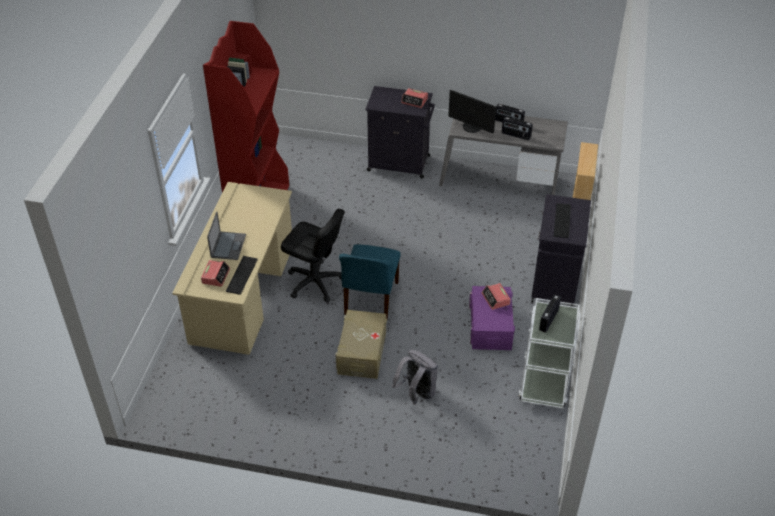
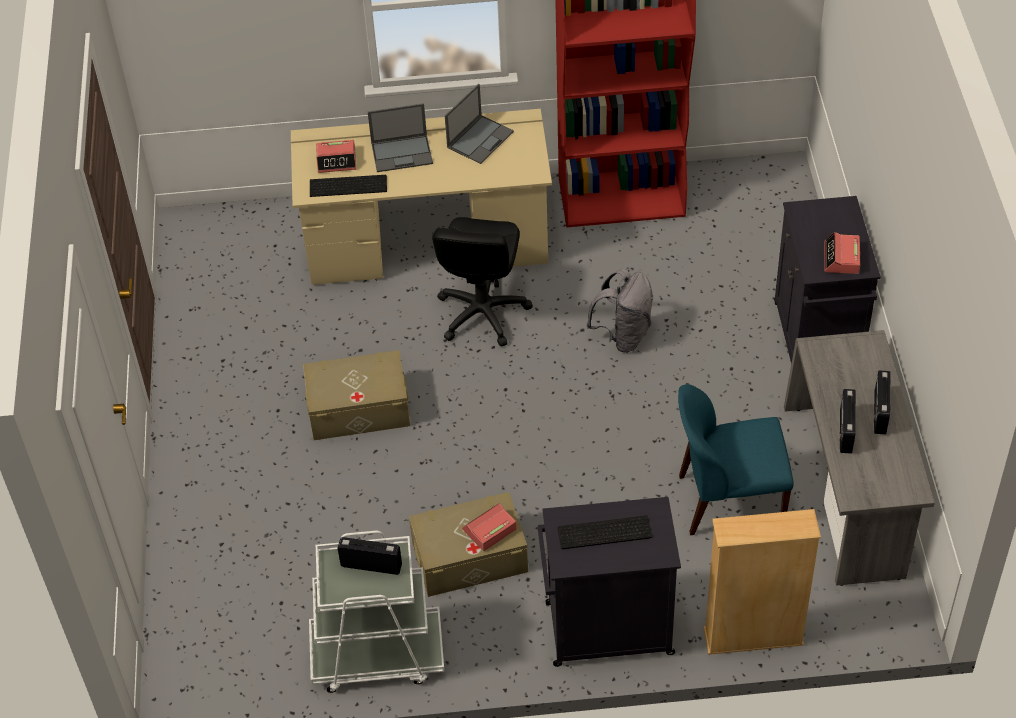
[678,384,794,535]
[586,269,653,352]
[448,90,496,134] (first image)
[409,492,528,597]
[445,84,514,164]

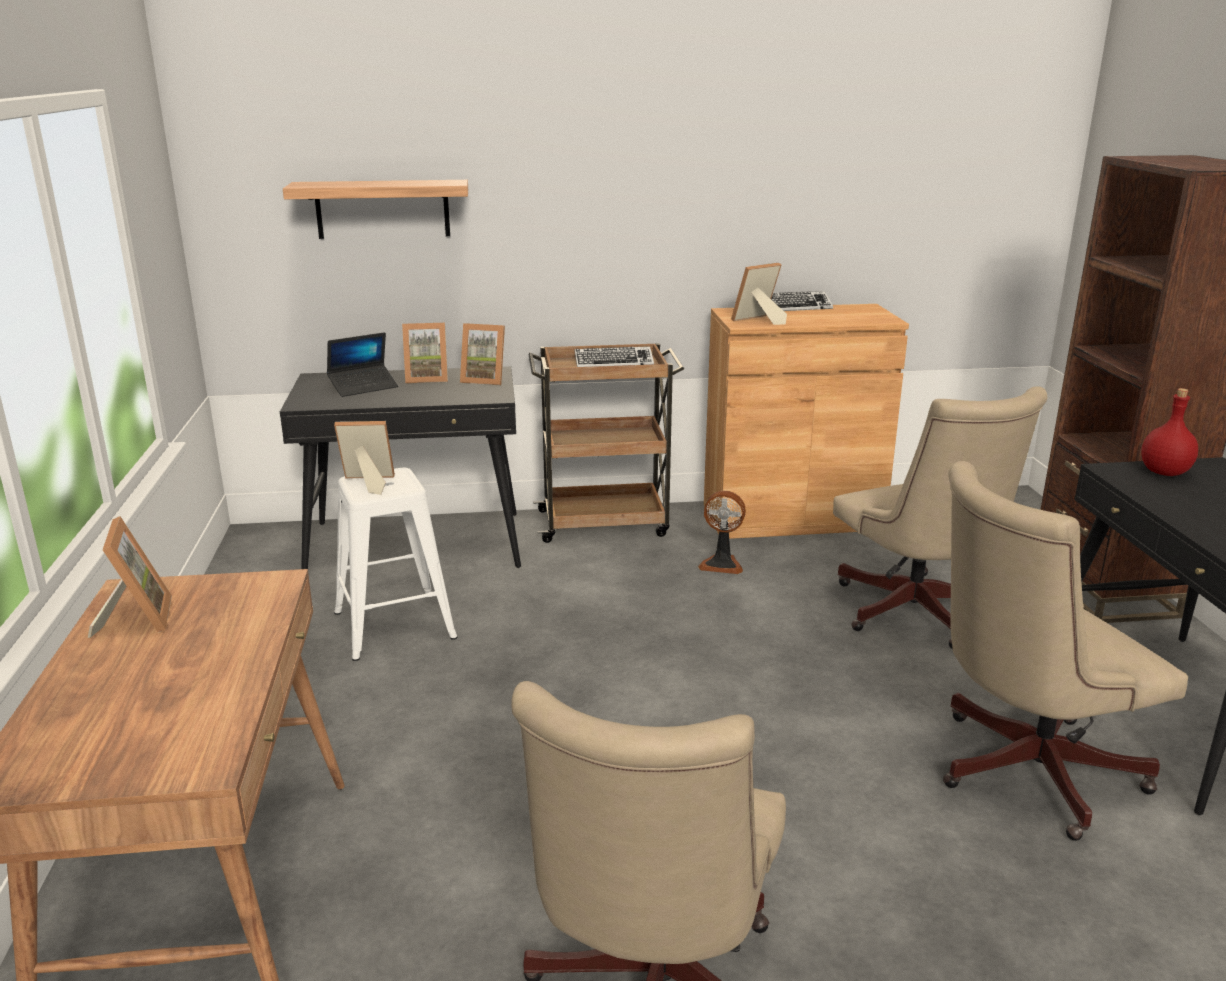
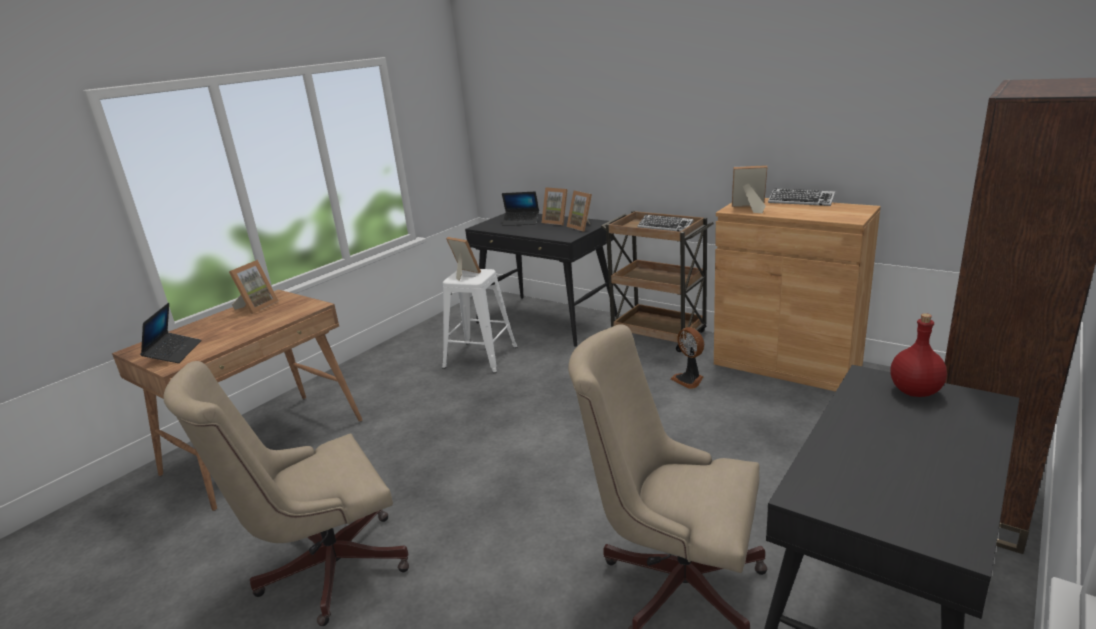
[283,180,468,239] (first image)
[833,386,1048,649] (first image)
[140,303,201,363]

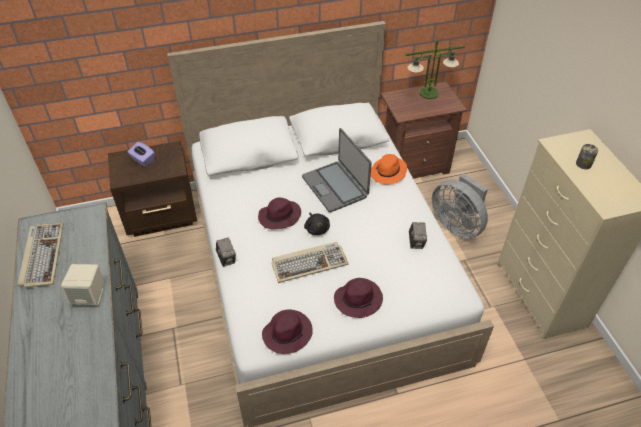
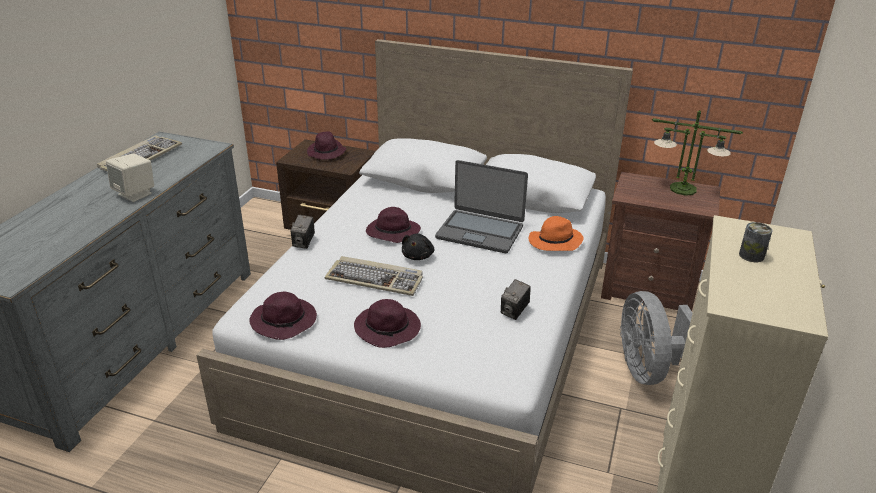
[307,131,346,160]
[435,160,528,253]

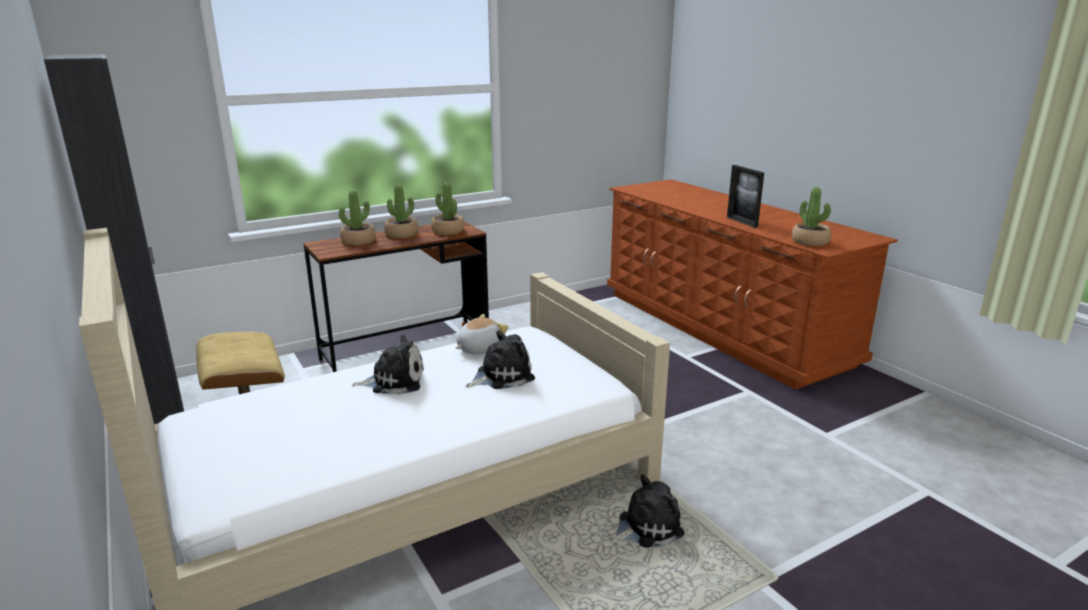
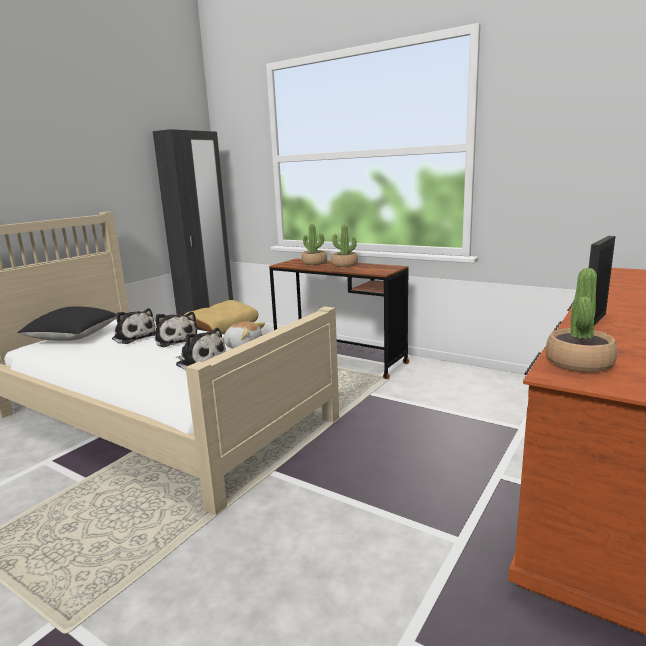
[431,182,464,235] (first image)
[112,308,155,344]
[17,307,116,341]

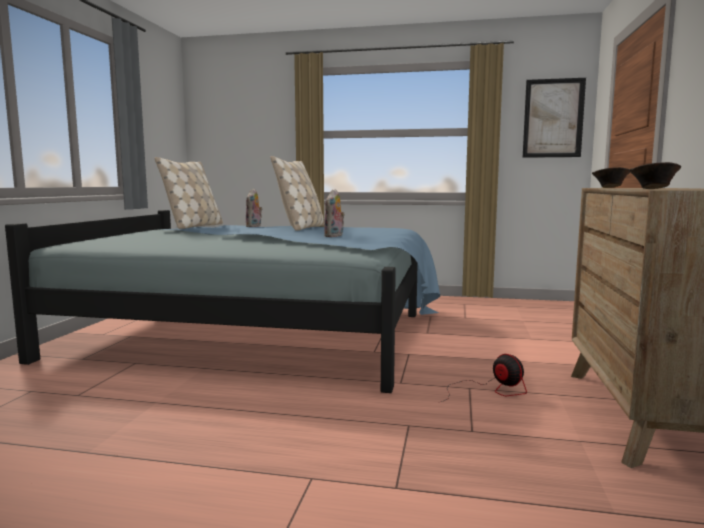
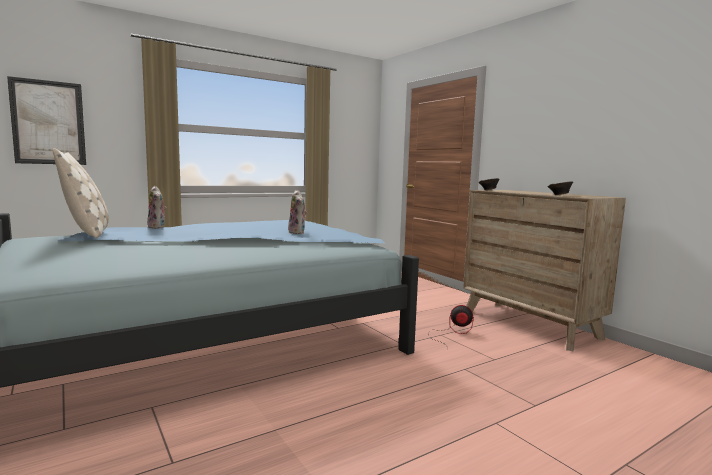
[270,156,324,231] (first image)
[7,76,86,165]

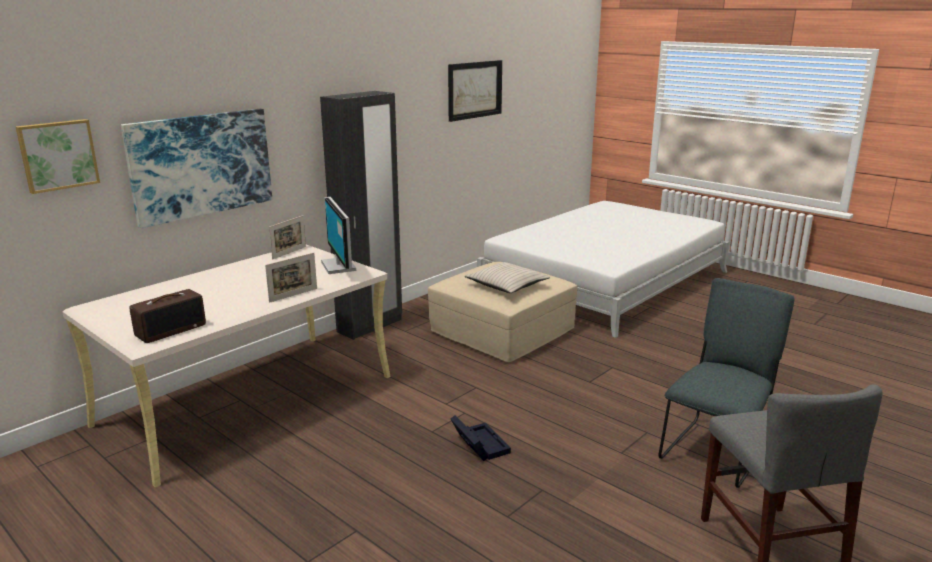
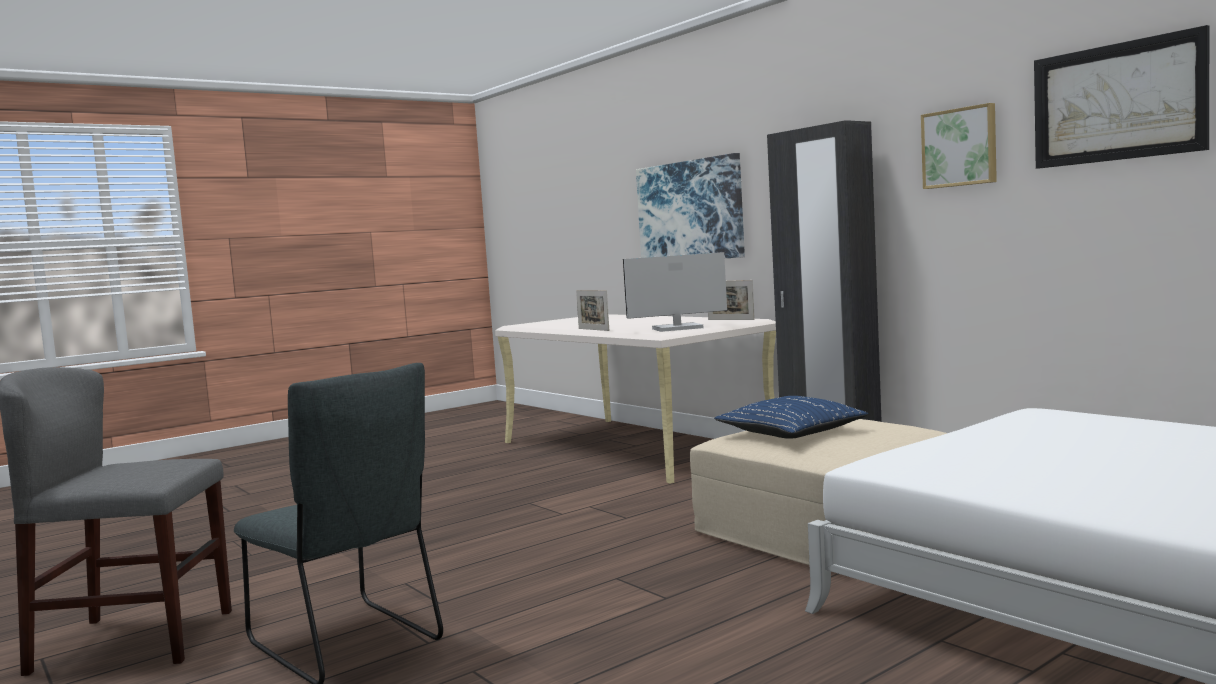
[921,103,997,189]
[129,289,206,343] (first image)
[451,415,511,461] (first image)
[714,396,868,439]

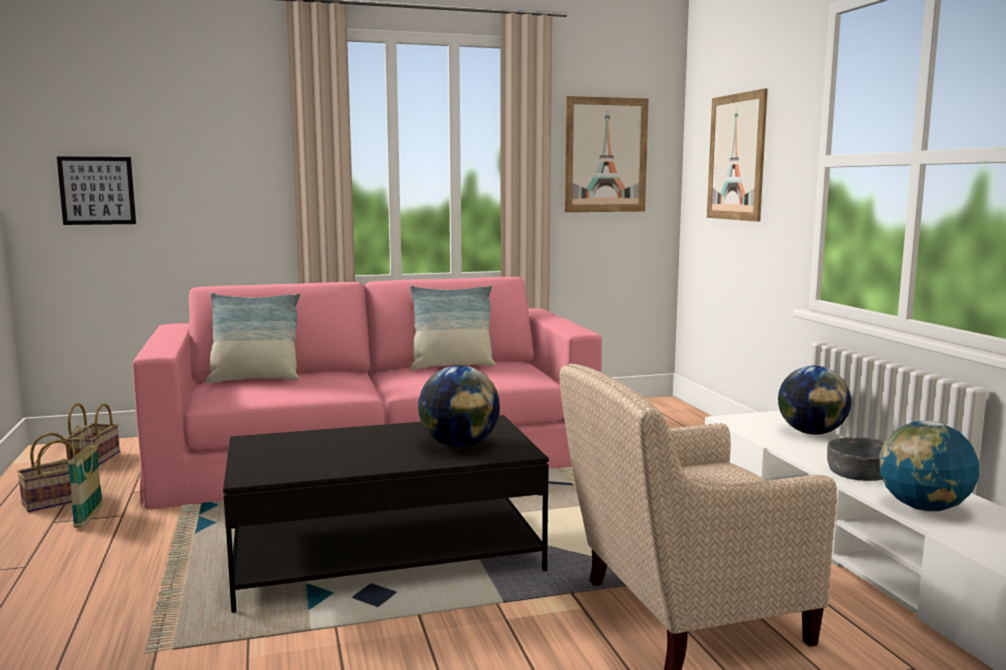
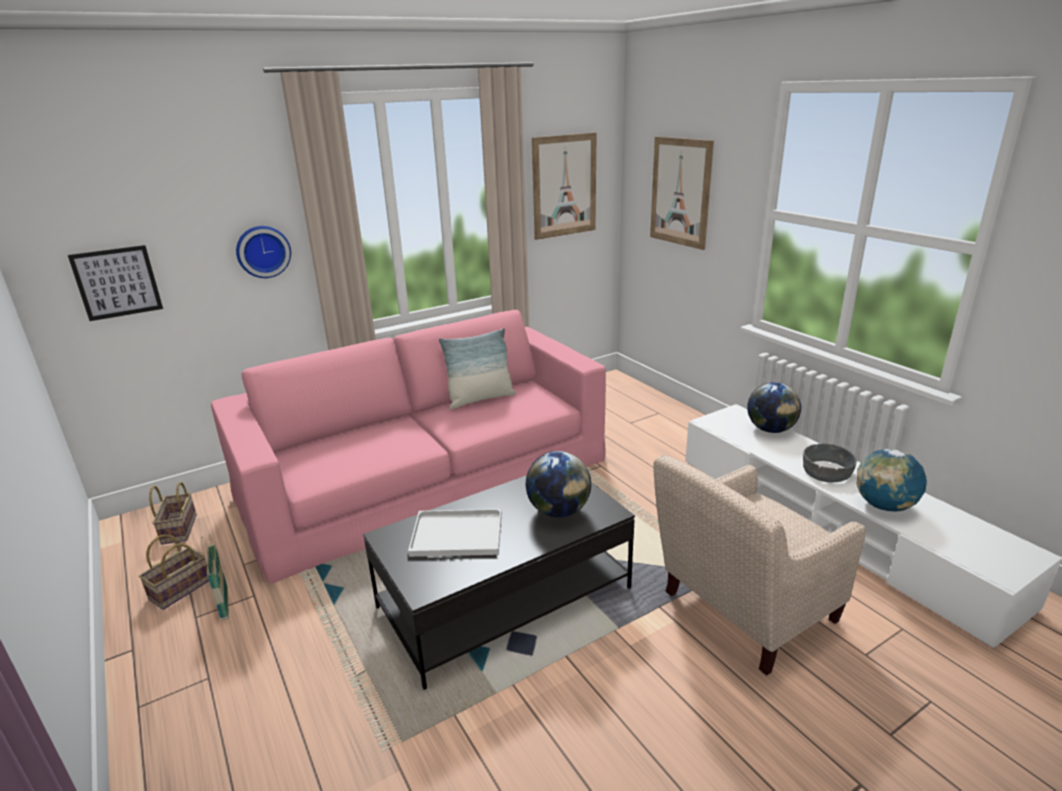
[206,293,300,383] (first image)
[236,226,291,278]
[408,509,502,557]

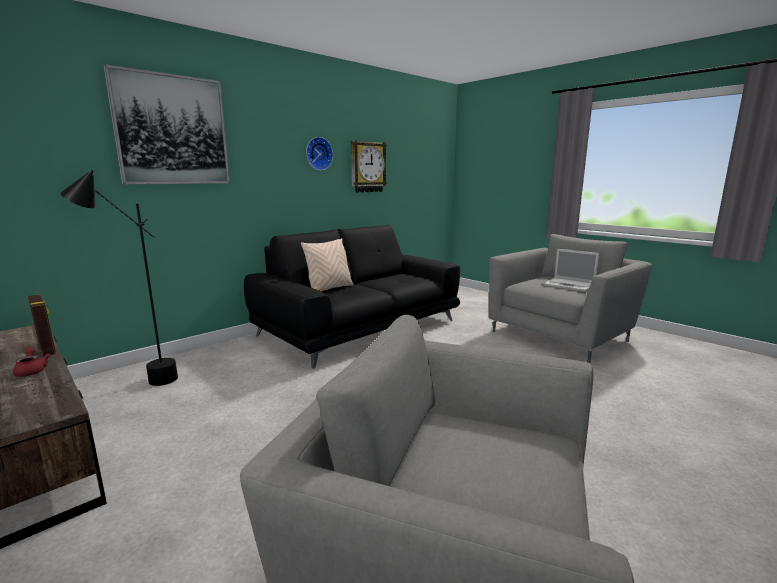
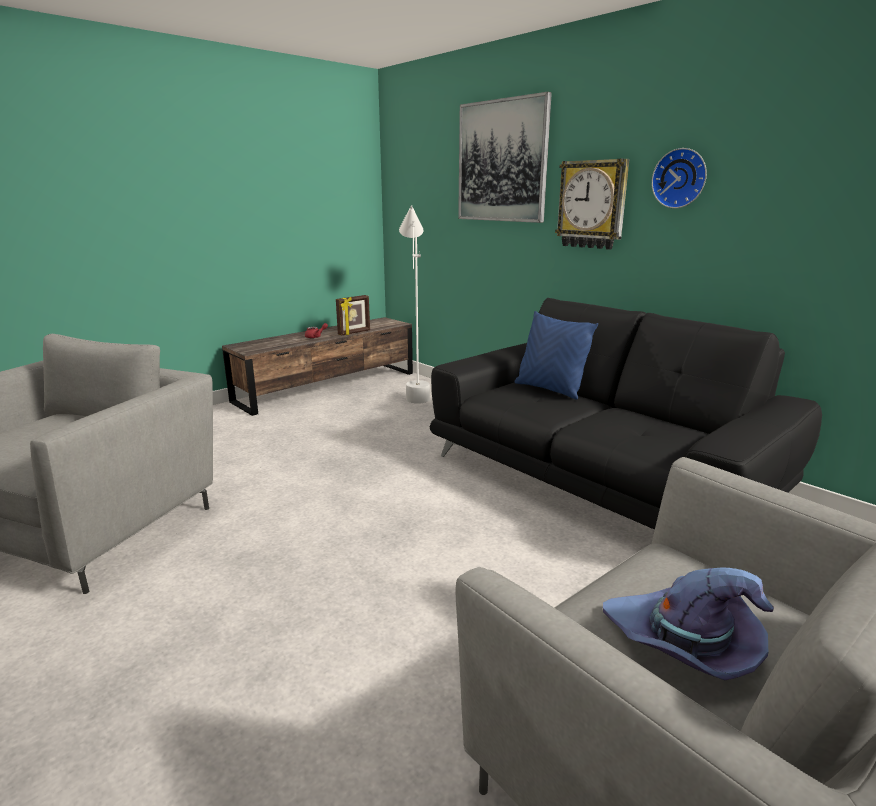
[399,205,430,404]
[515,311,598,400]
[555,159,630,250]
[603,568,774,680]

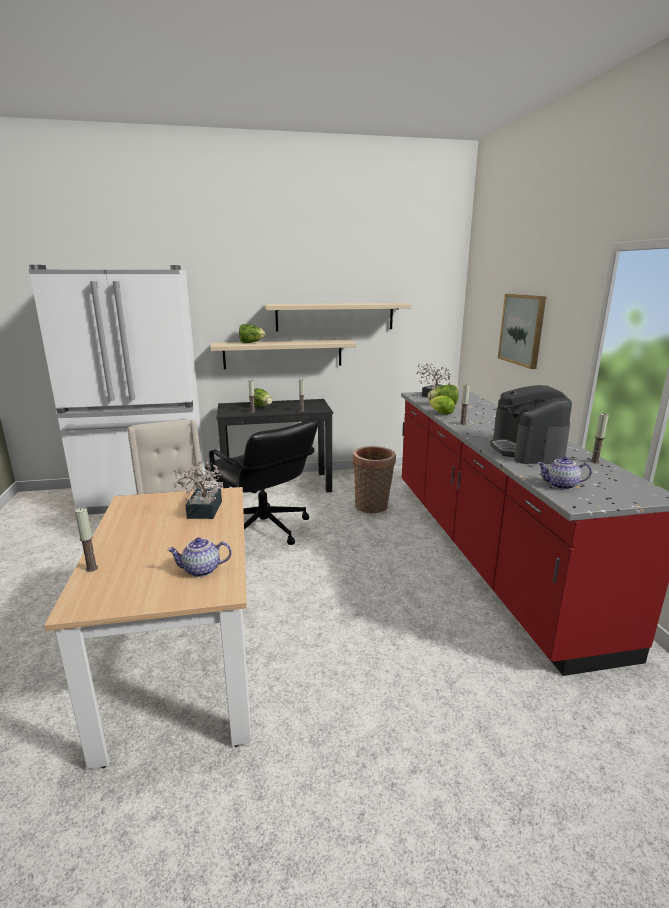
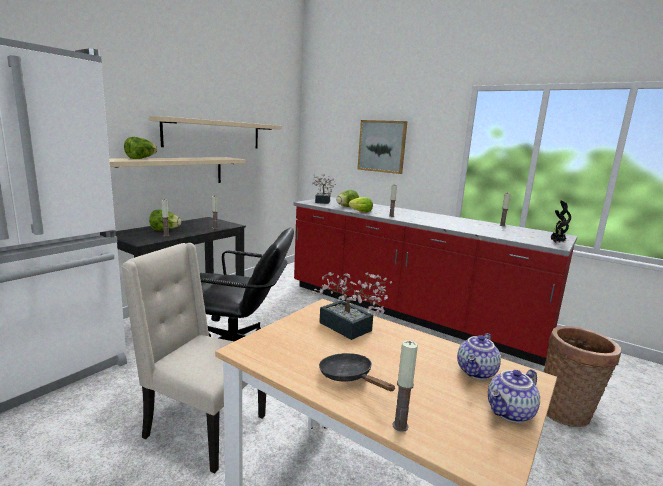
[544,326,622,427]
[490,385,572,464] (first image)
[488,369,540,423]
[319,353,395,391]
[550,201,571,243]

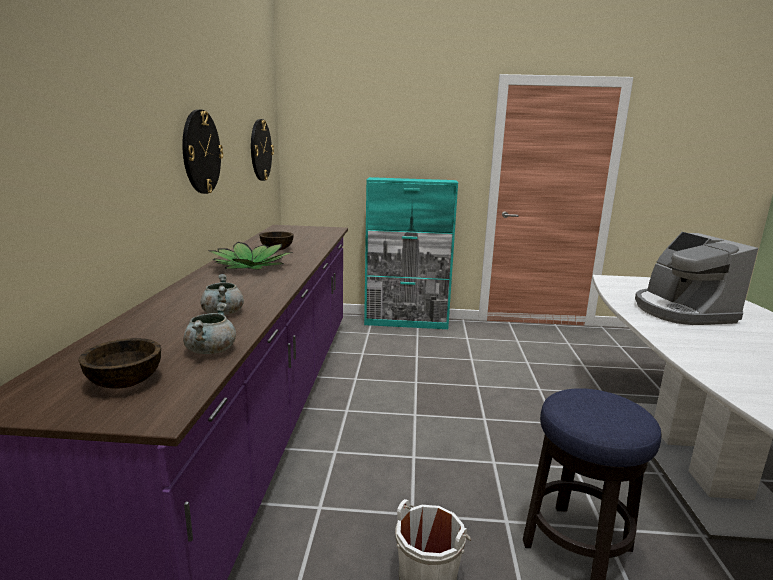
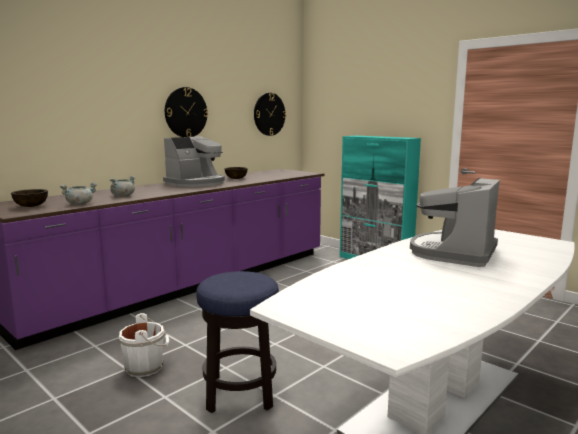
[163,136,225,187]

